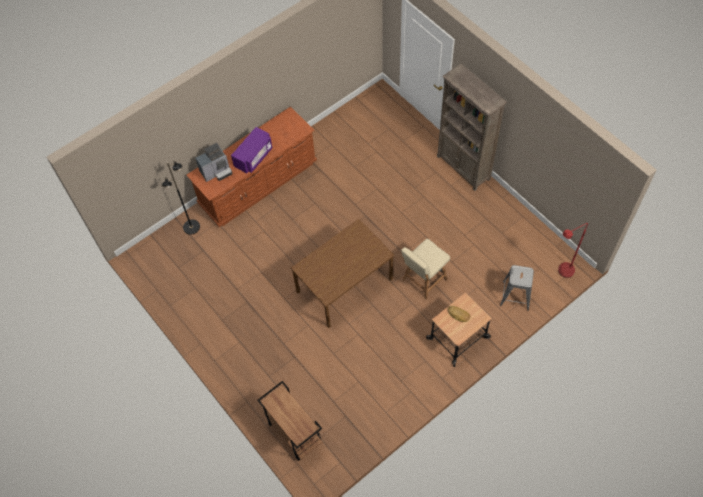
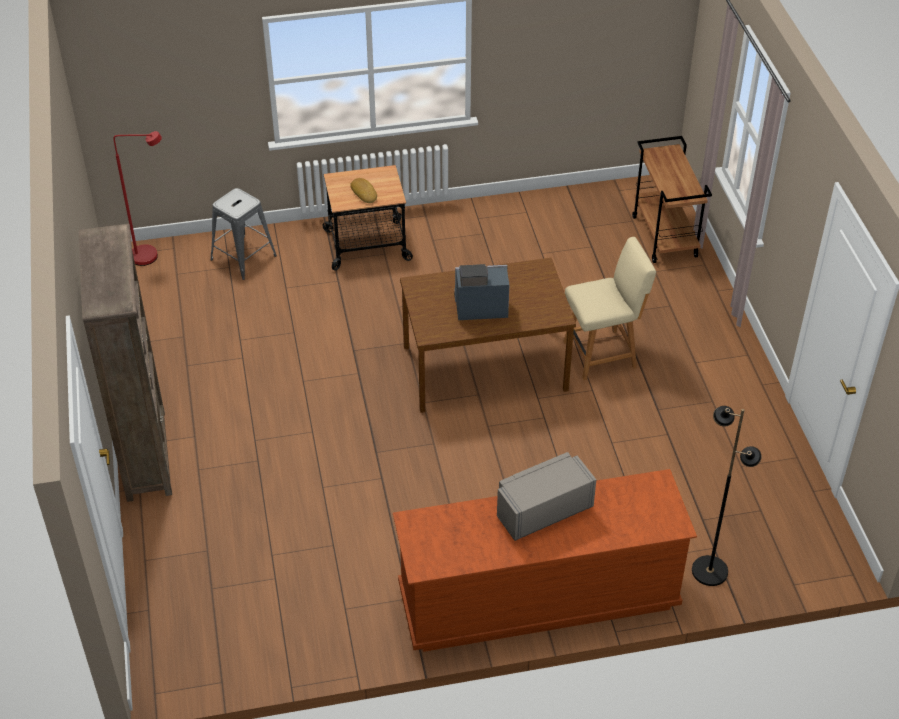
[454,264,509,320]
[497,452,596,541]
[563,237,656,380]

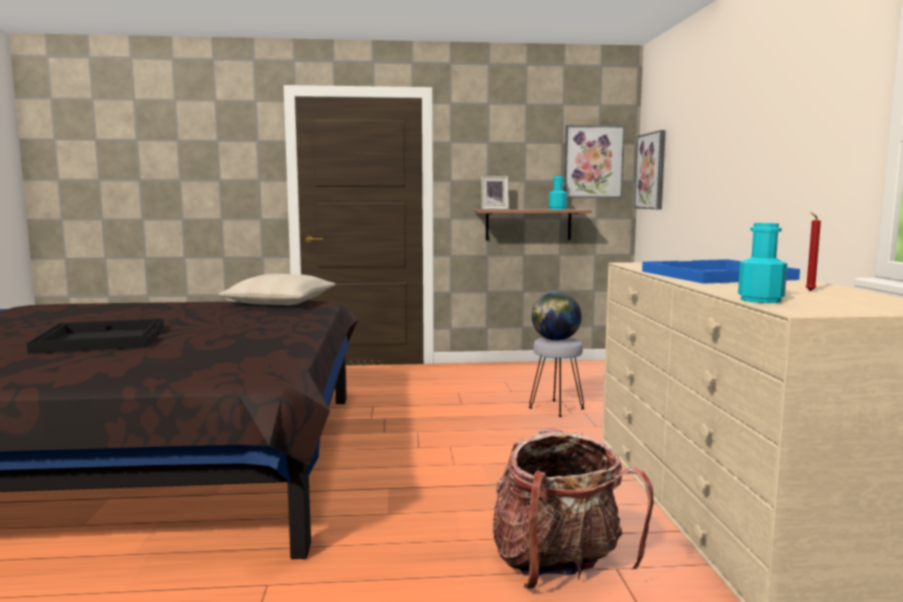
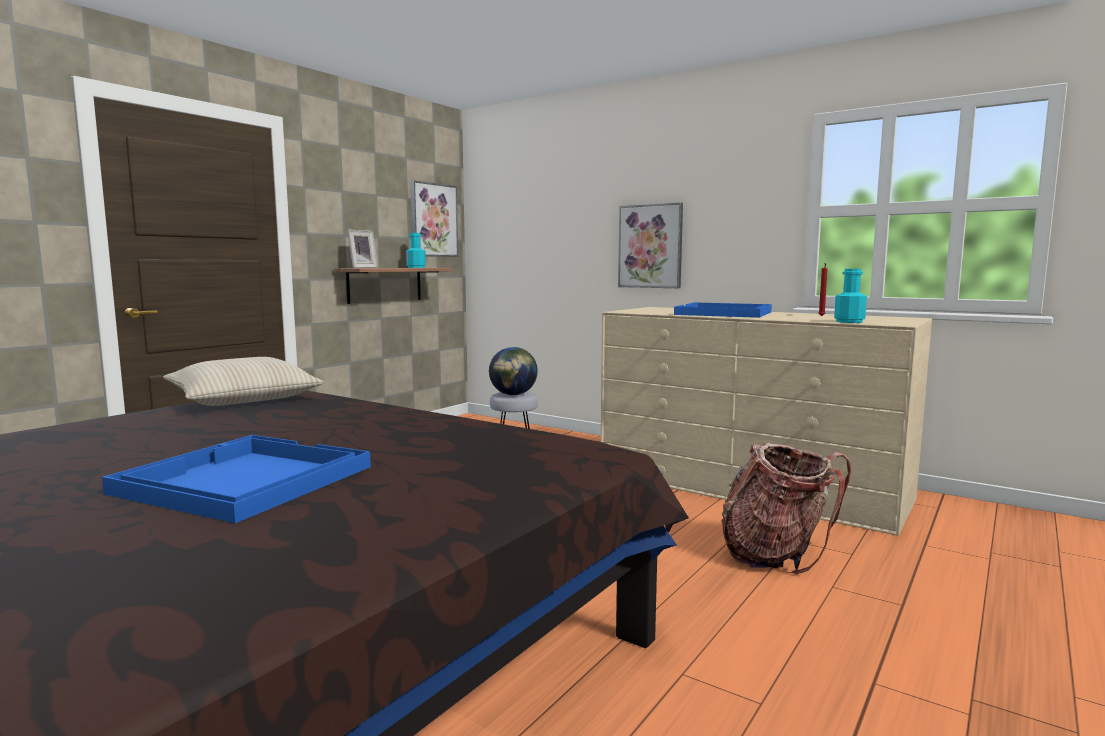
[102,435,371,523]
[618,202,683,288]

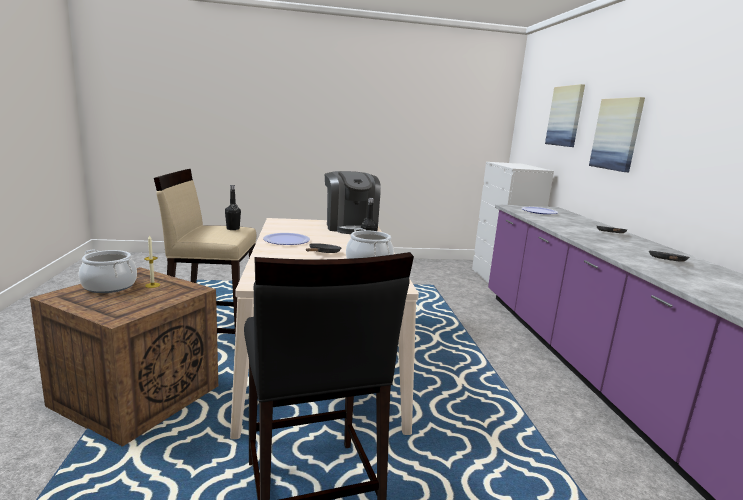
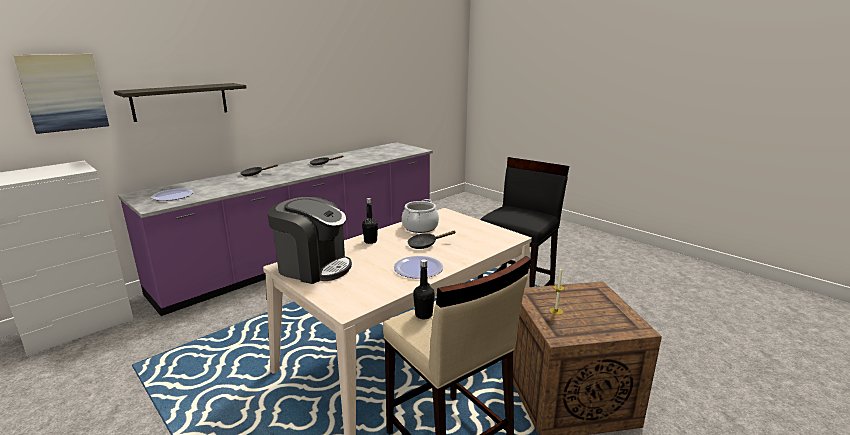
[79,249,137,293] (first image)
[267,197,352,284]
[114,83,246,122]

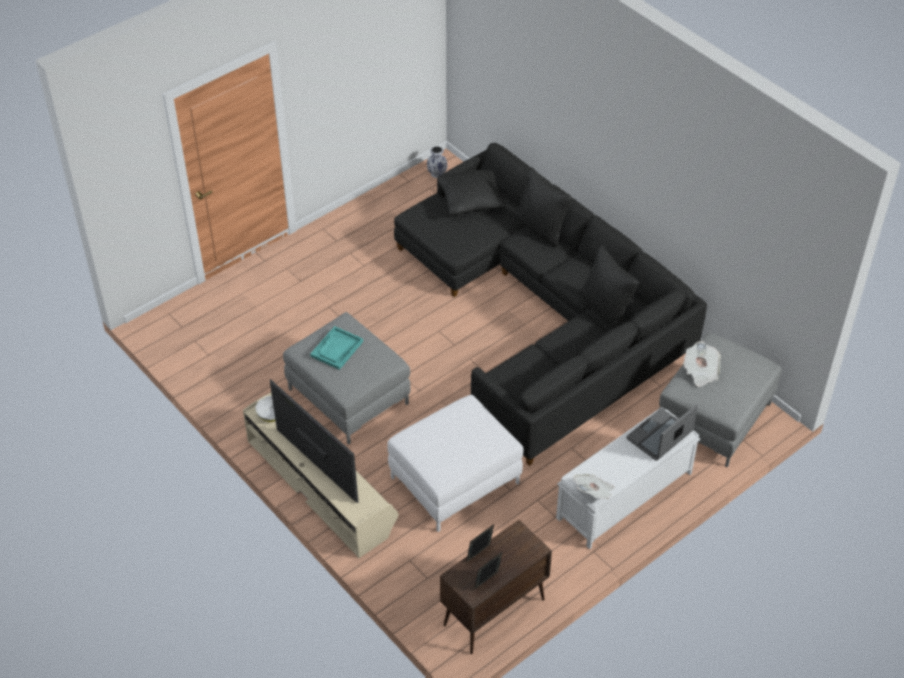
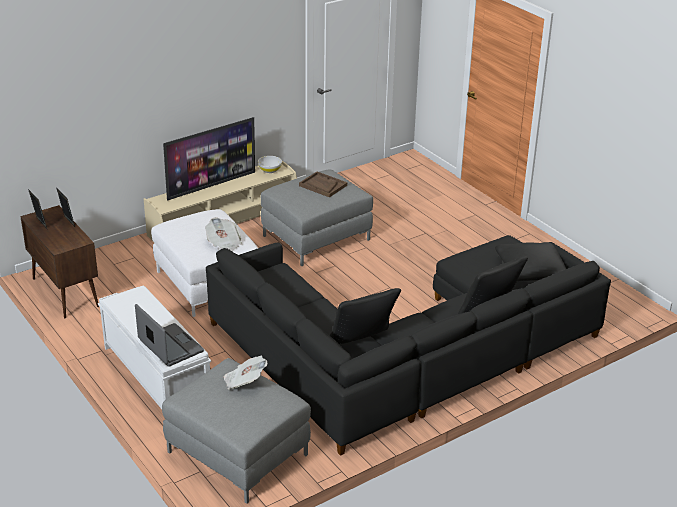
[299,171,347,198]
[427,146,448,178] (first image)
[205,217,242,252]

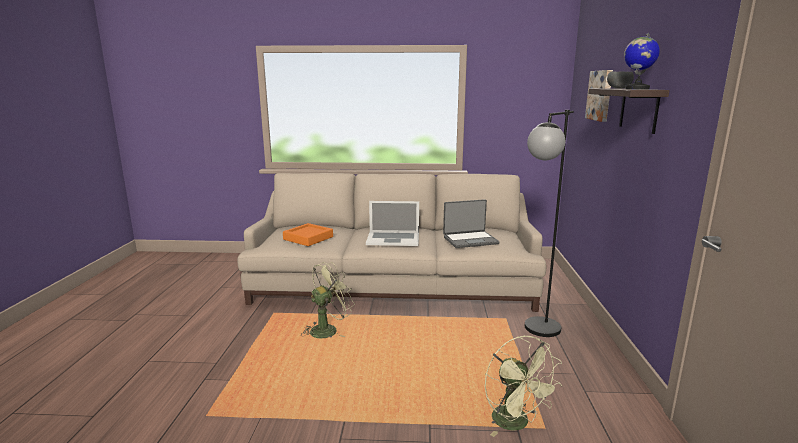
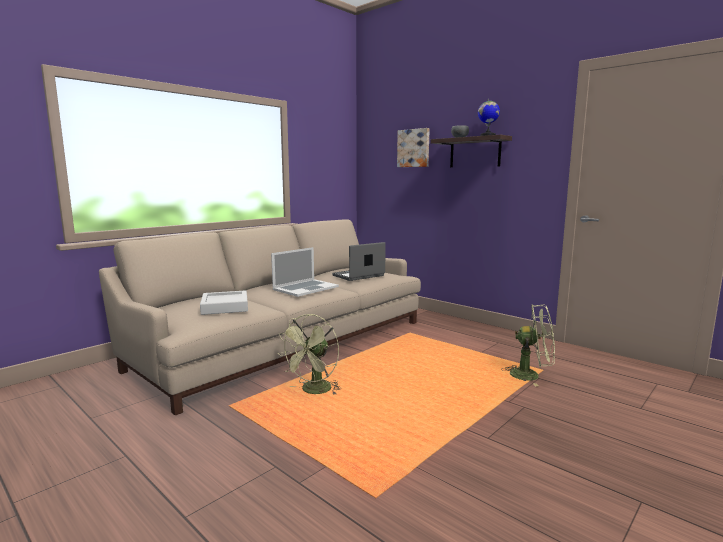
[200,290,248,315]
[278,314,341,394]
[332,242,386,281]
[525,110,574,337] (first image)

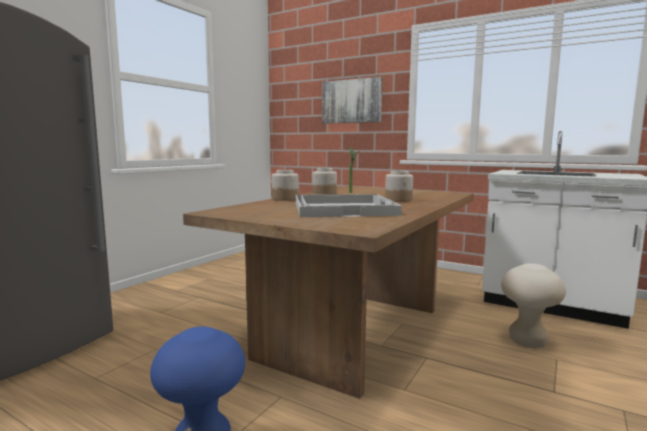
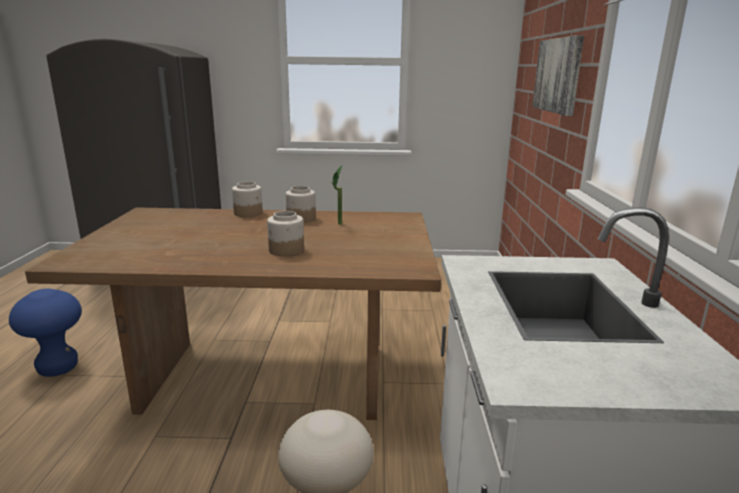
[296,194,402,217] (first image)

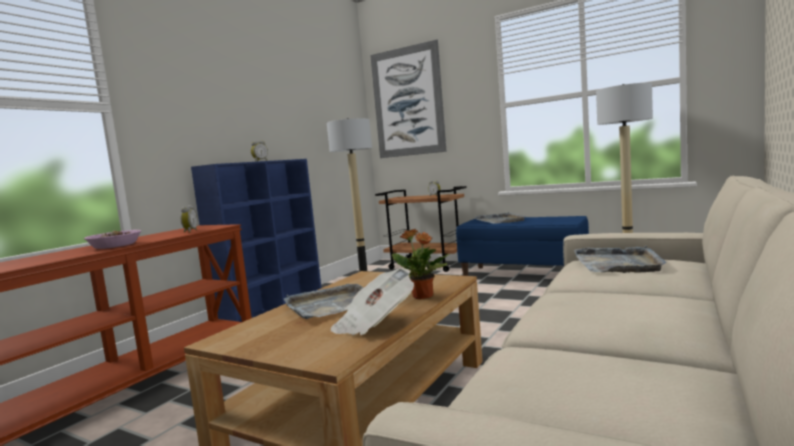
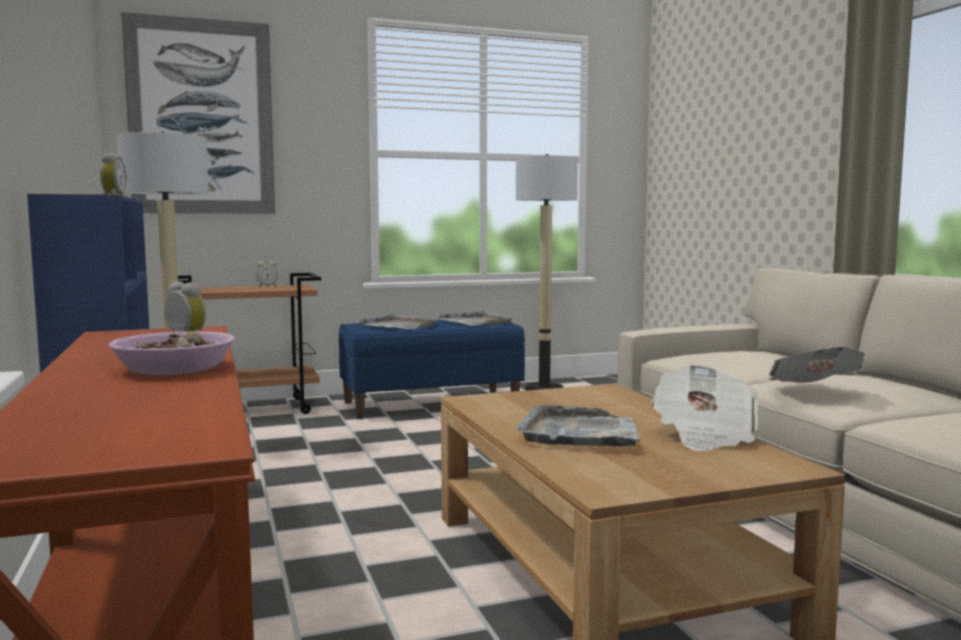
[392,229,450,299] (first image)
[436,310,513,326]
[769,347,865,383]

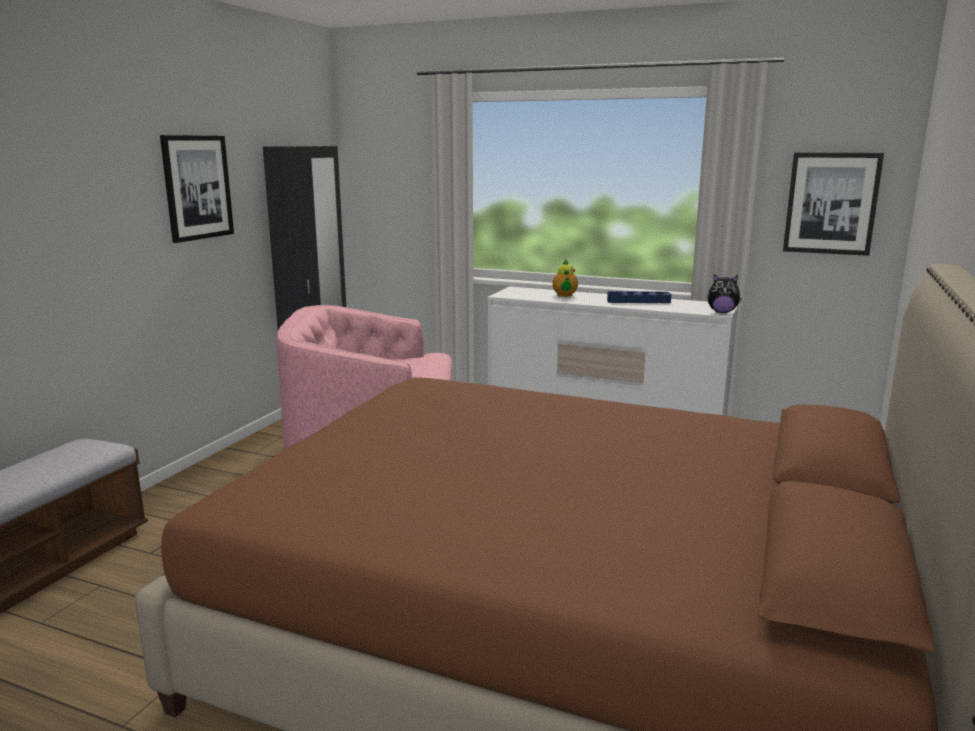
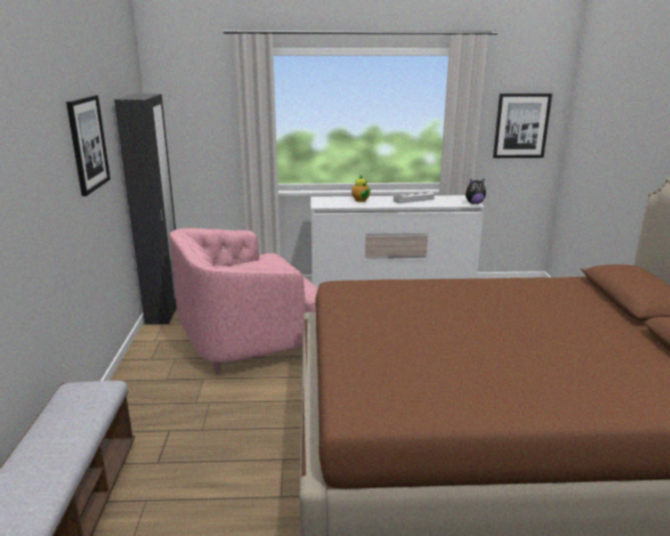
[393,191,434,204]

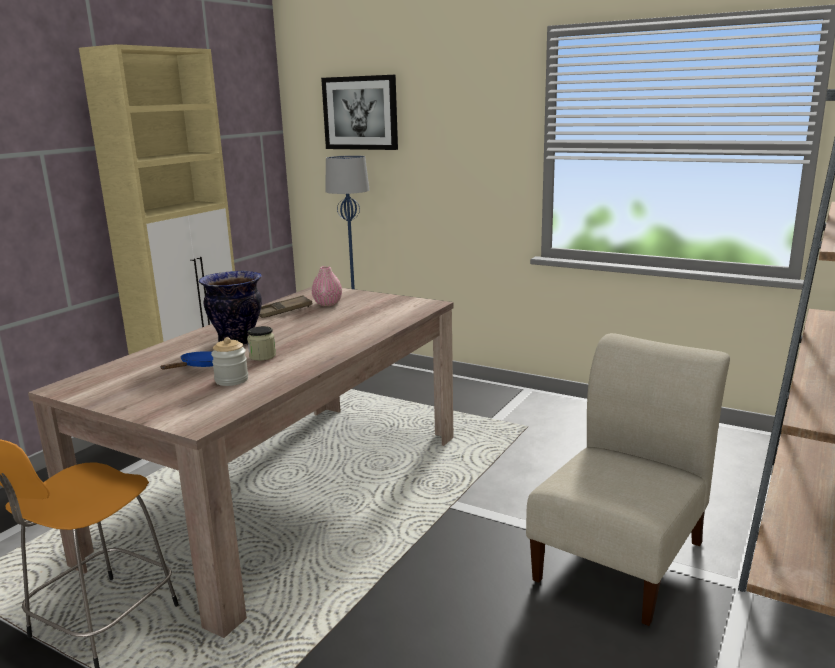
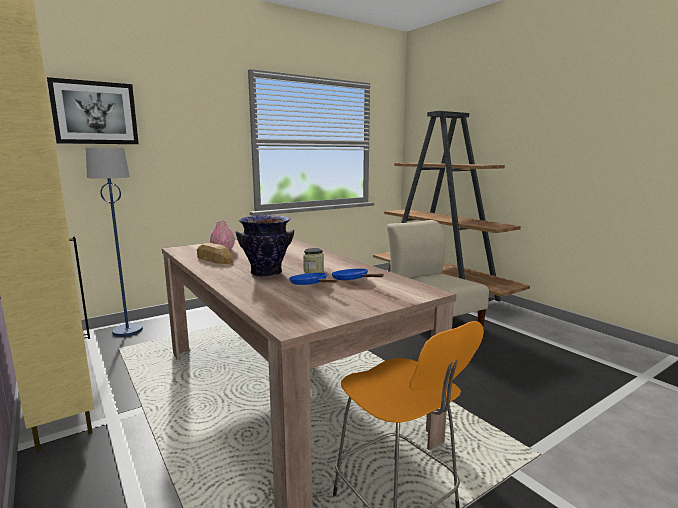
[331,269,384,280]
[197,243,233,264]

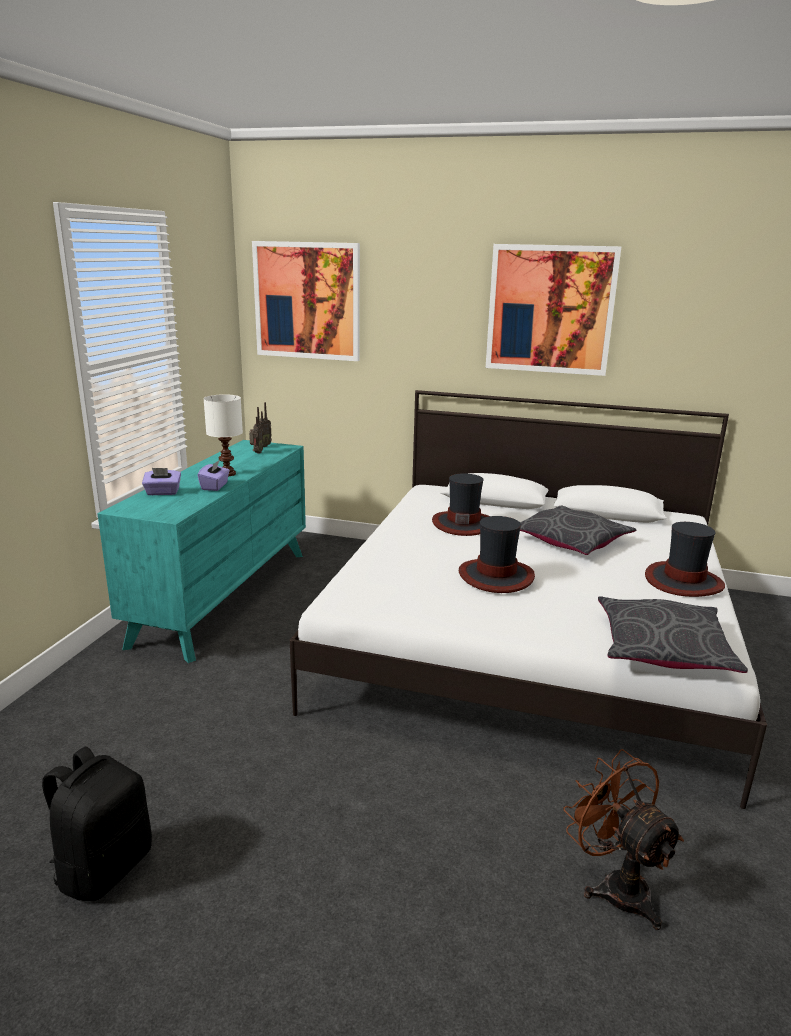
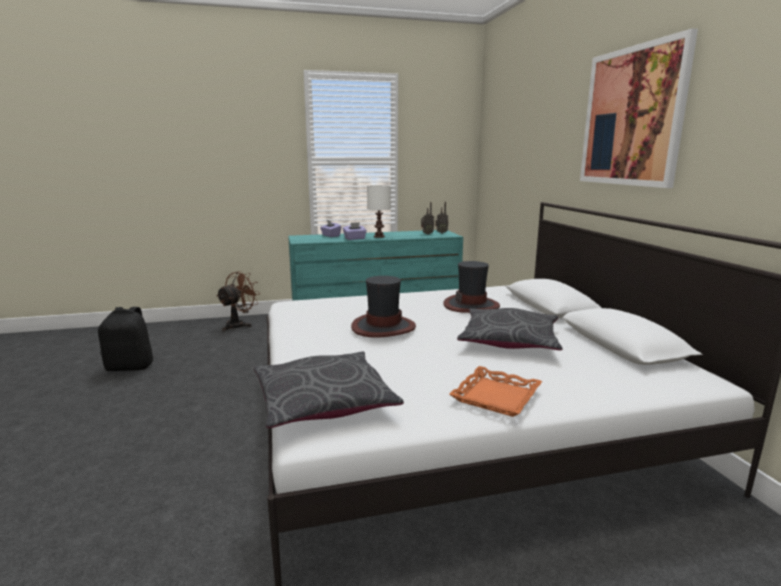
[252,241,360,361] (first image)
[216,271,261,332]
[449,366,542,417]

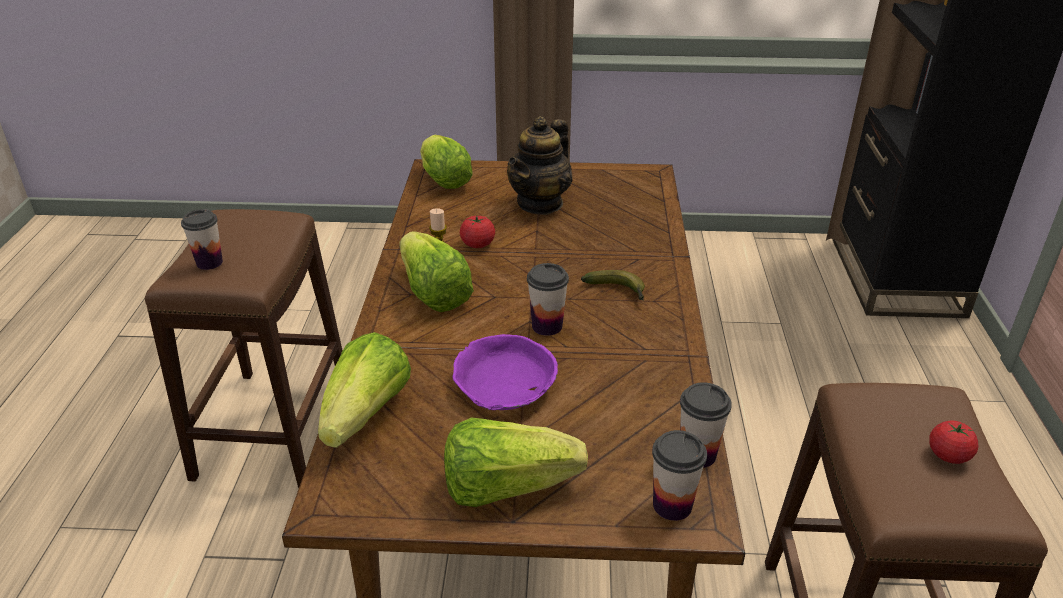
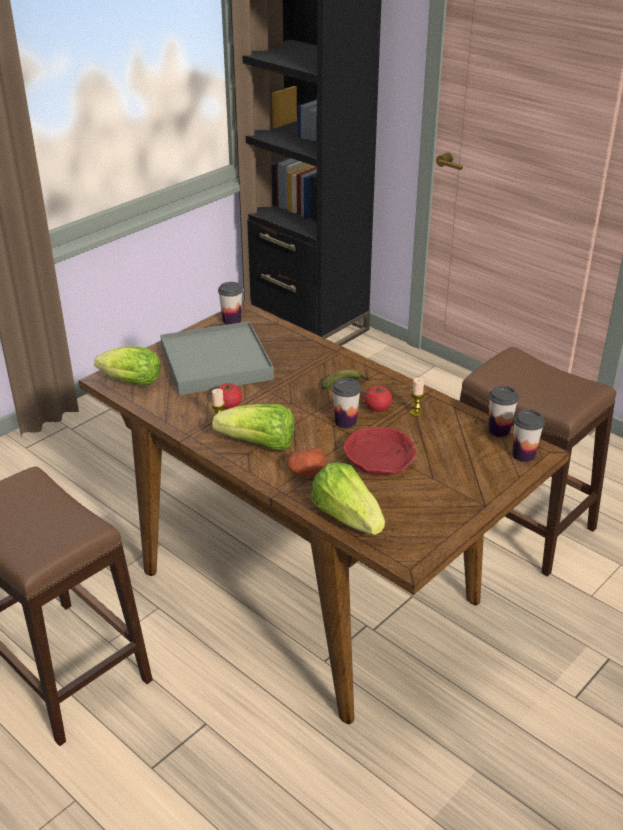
[218,282,243,325]
[444,418,588,507] (first image)
[343,427,417,475]
[160,321,274,395]
[364,386,392,412]
[287,448,326,477]
[410,378,425,417]

